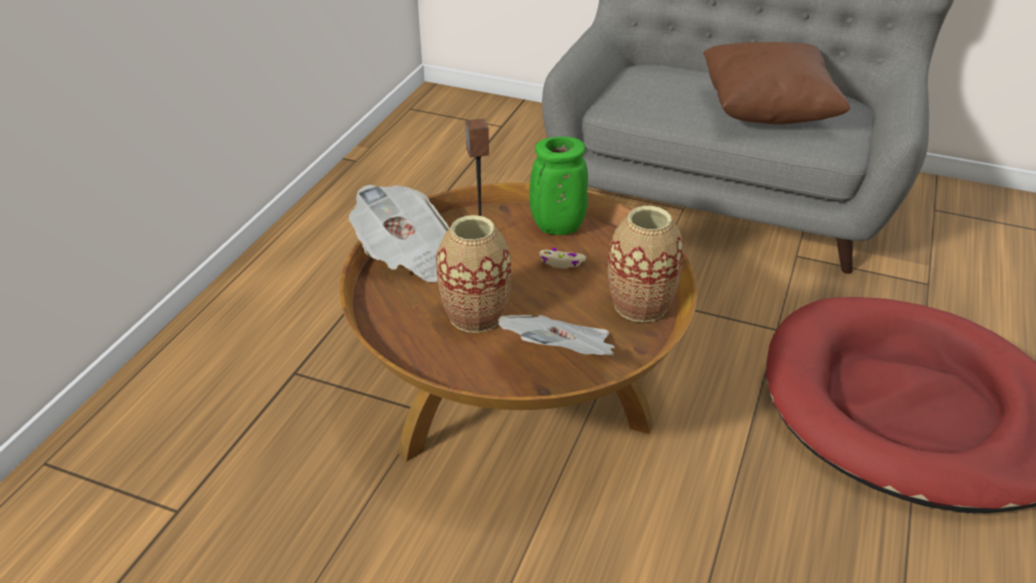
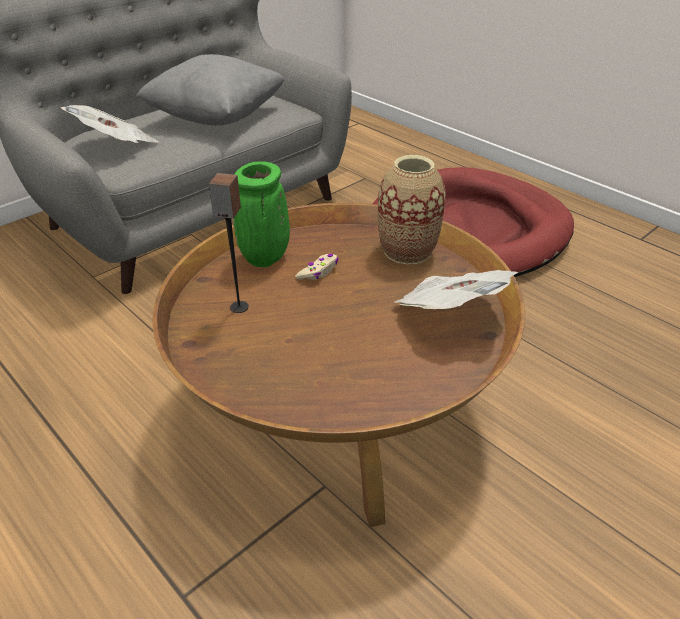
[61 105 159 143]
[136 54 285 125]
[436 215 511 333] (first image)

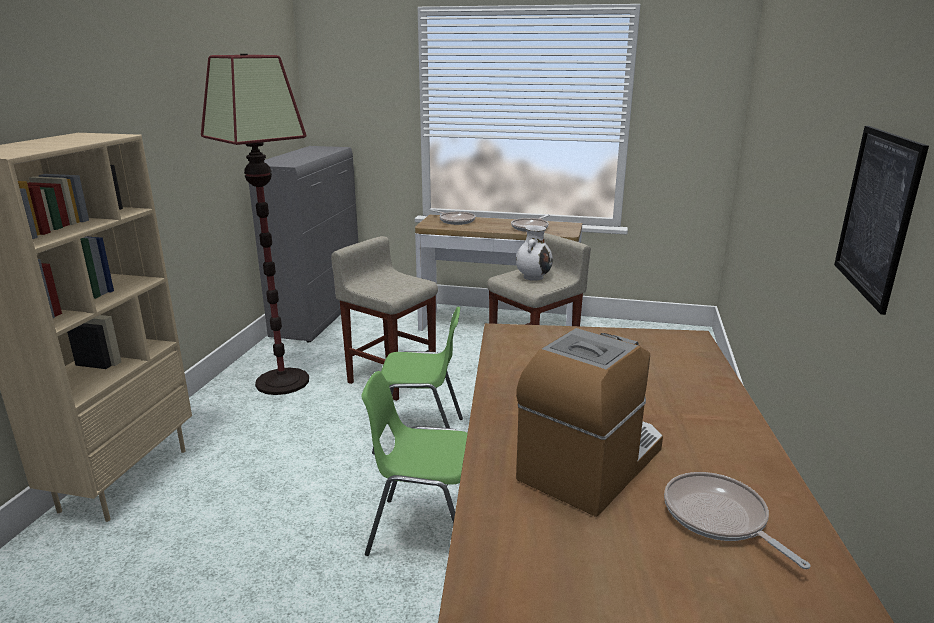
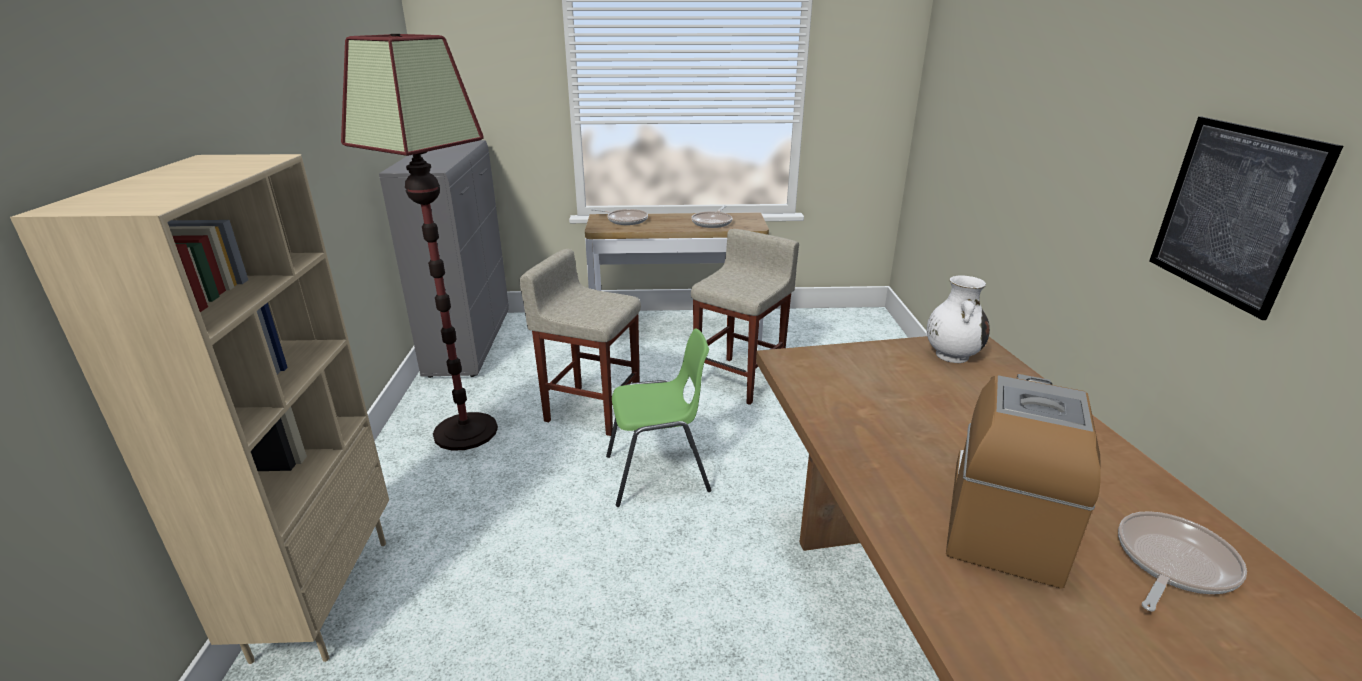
[927 275 990 363]
[1118 511 1247 611]
[361 371 468 556] (first image)

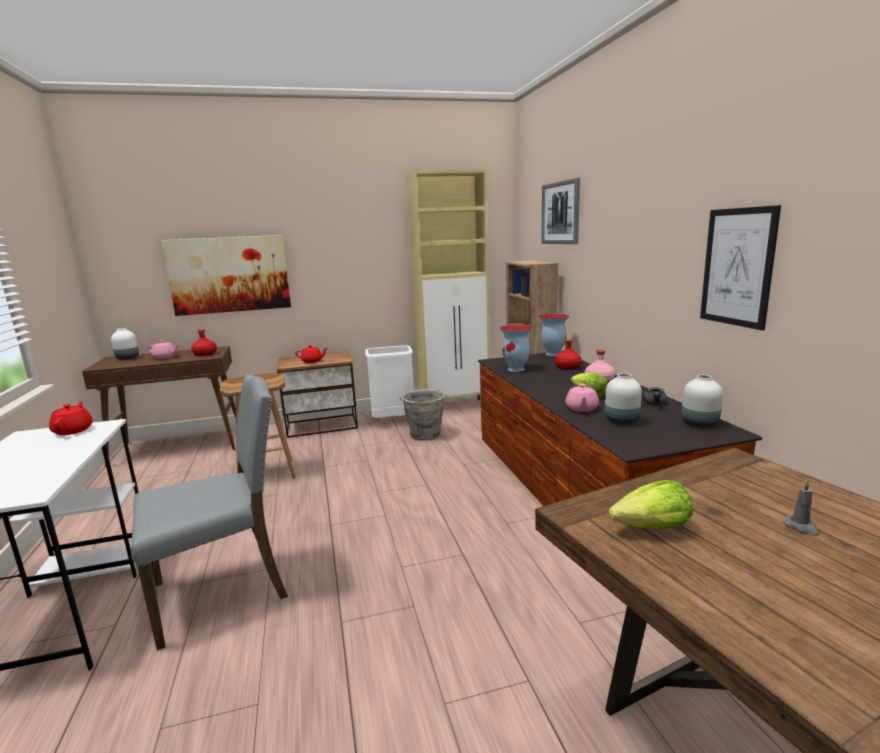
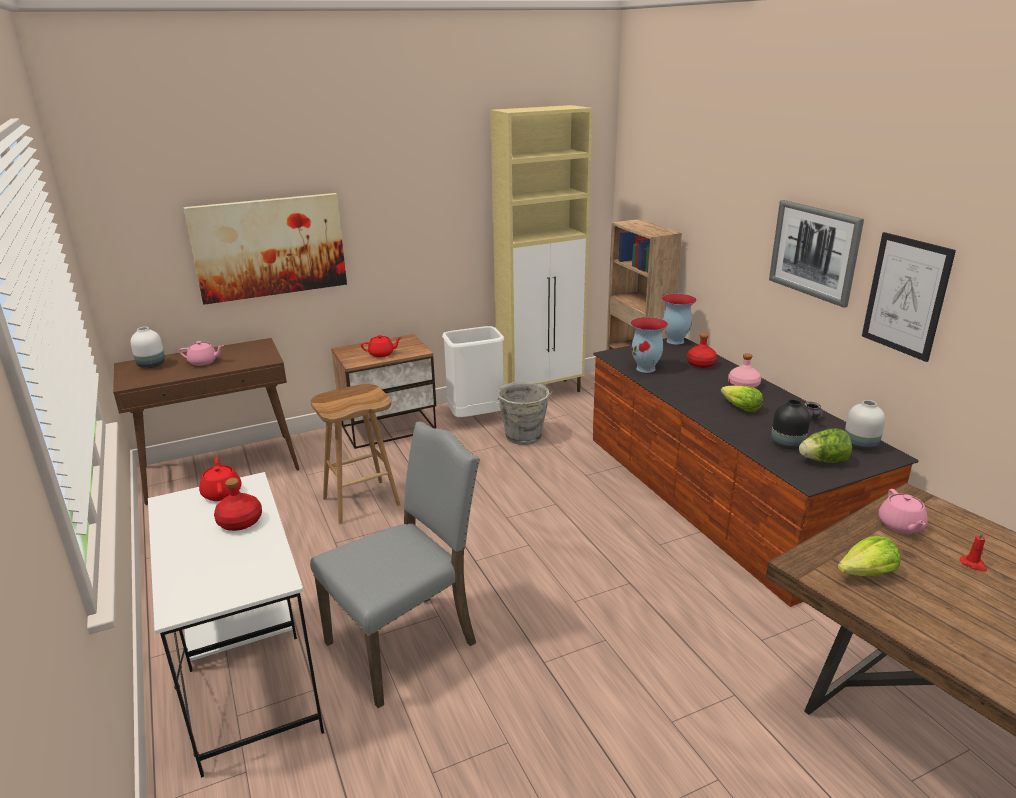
[214 478 262 531]
[769 200 864 308]
[771 399 810 450]
[799 428 852 463]
[879 489 928 534]
[960 531 987 572]

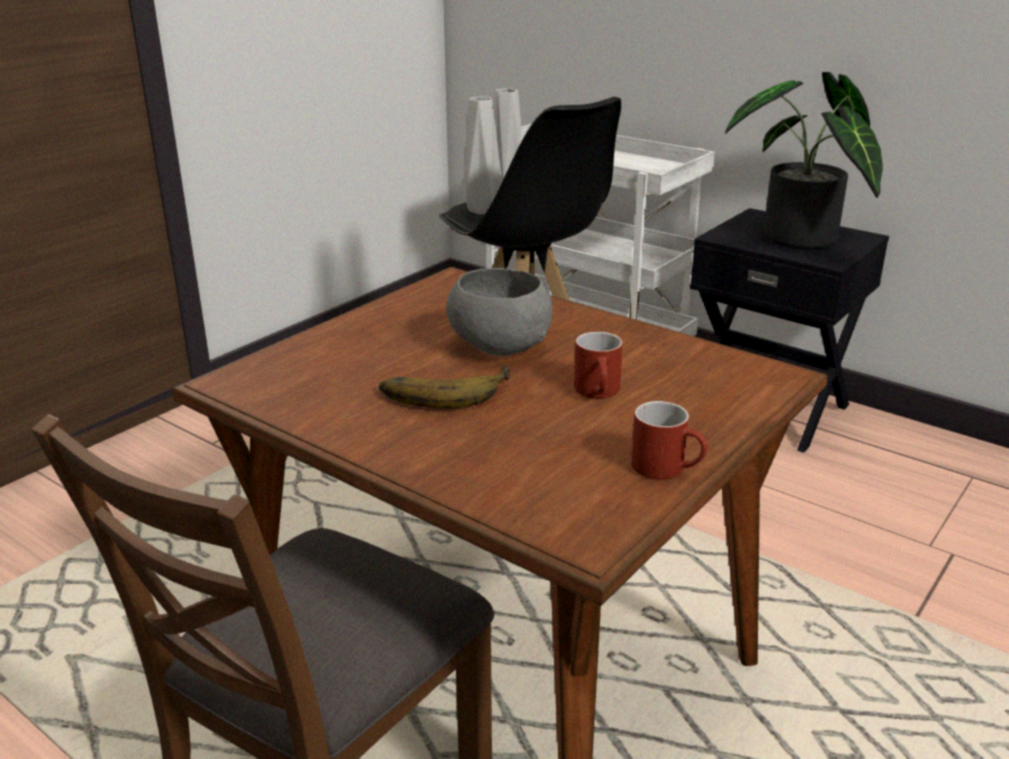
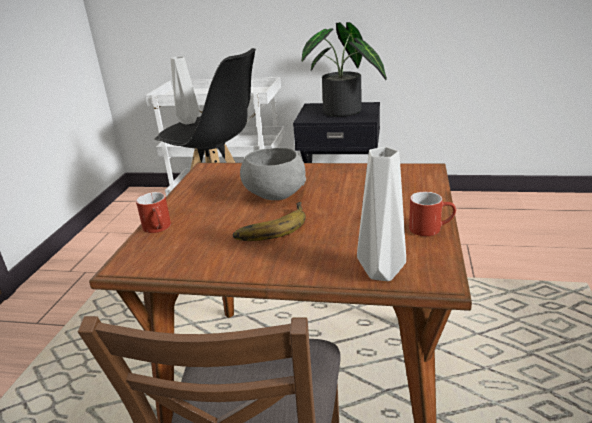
[136 192 171 233]
[357 147 406 281]

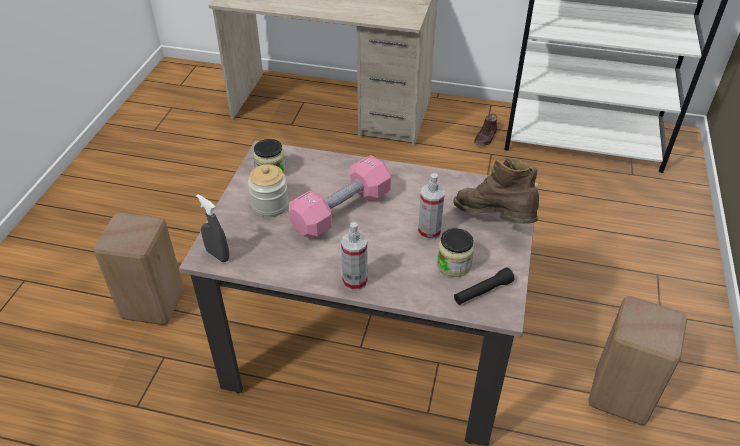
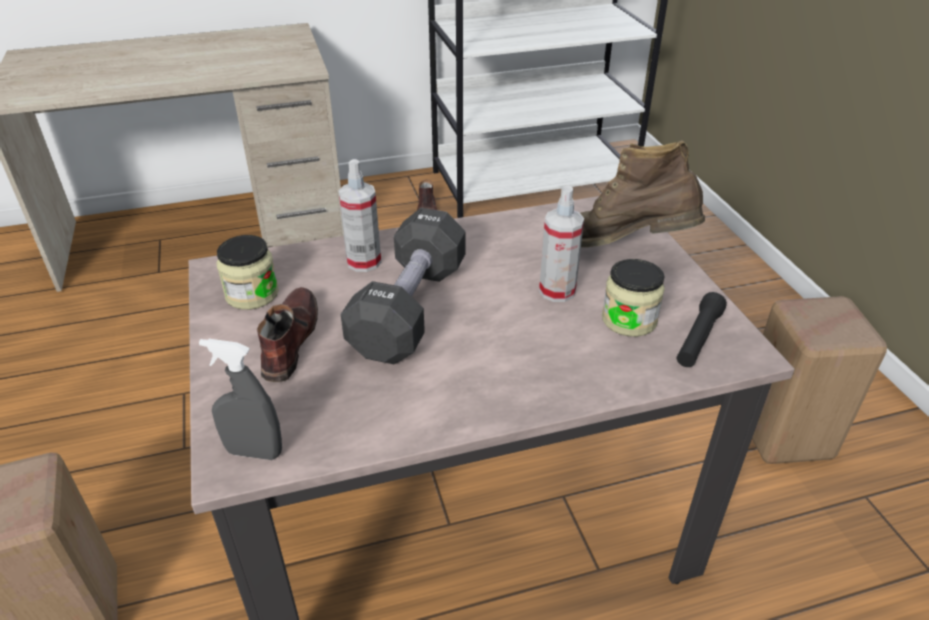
[257 287 318 382]
[338 159 381 272]
[341 208 466 364]

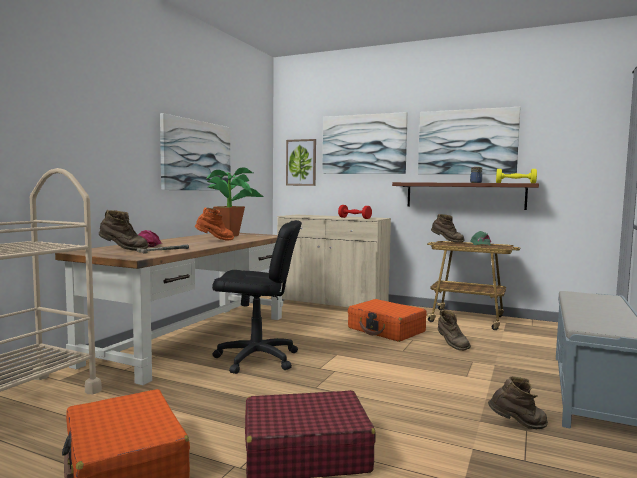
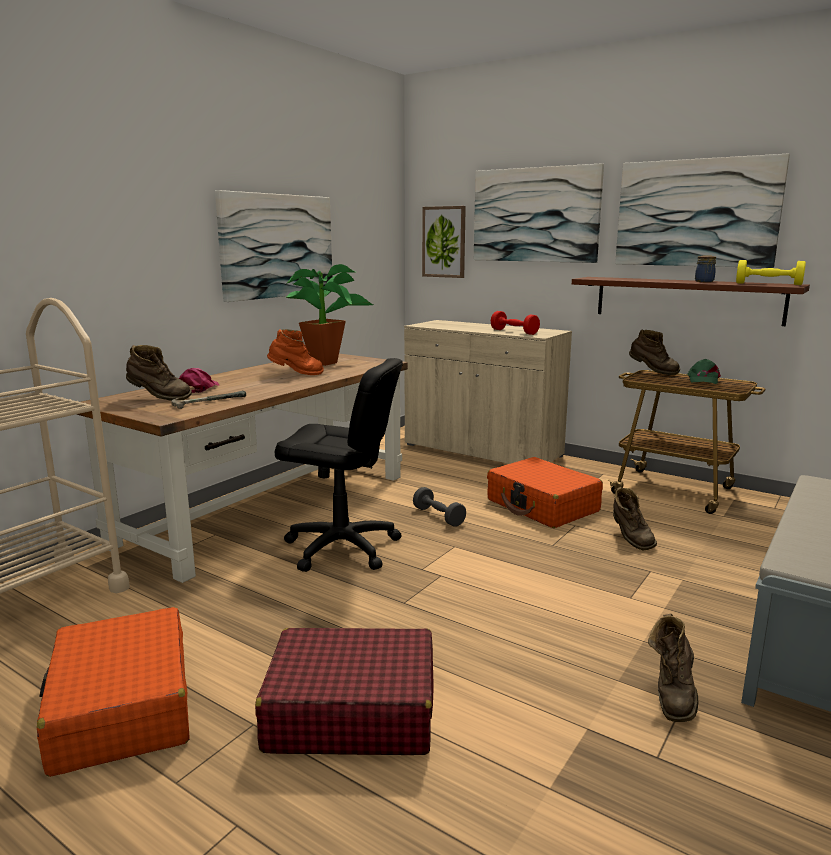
[413 487 466 527]
[648 614 698 722]

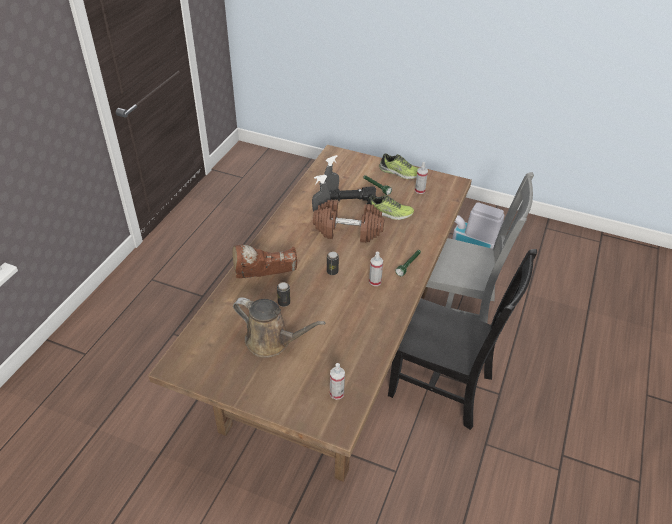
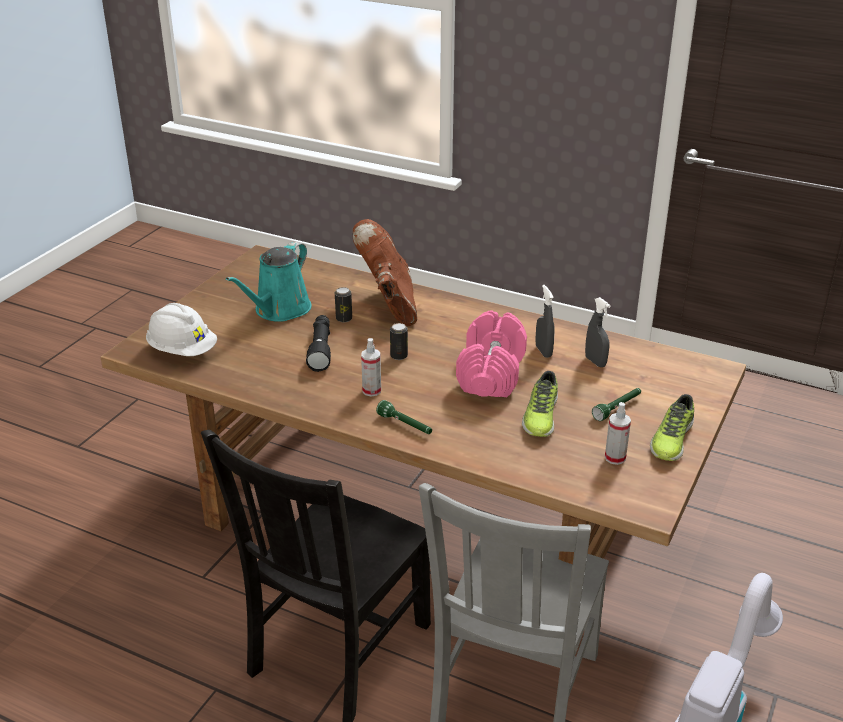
[146 303 217 356]
[226 242 312 322]
[306 315 331 372]
[456 311 527 397]

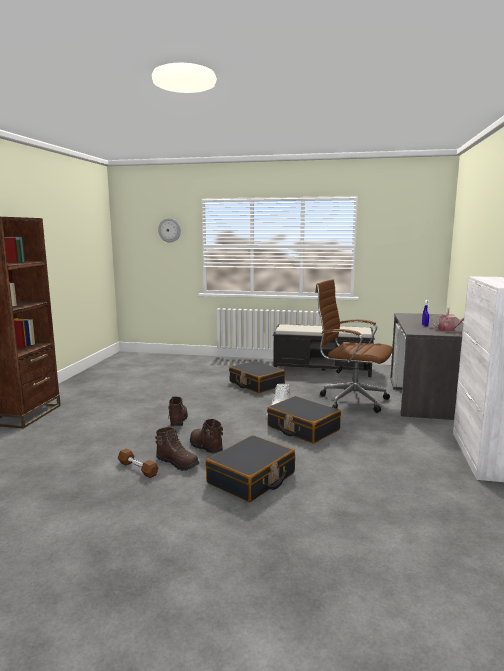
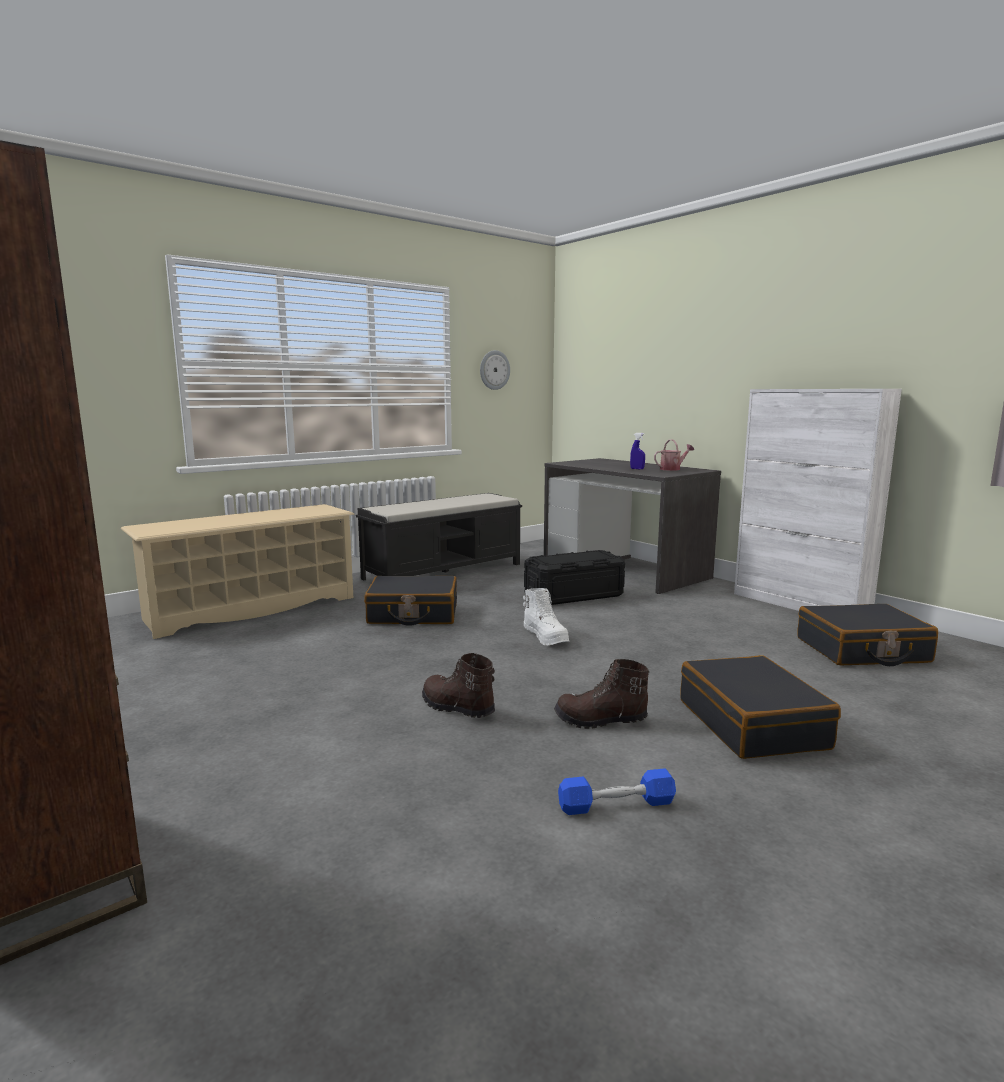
[121 504 355 639]
[480 350 510 390]
[524 550 625 605]
[558 768 676 815]
[797 604 938 666]
[155 427 199 471] (first image)

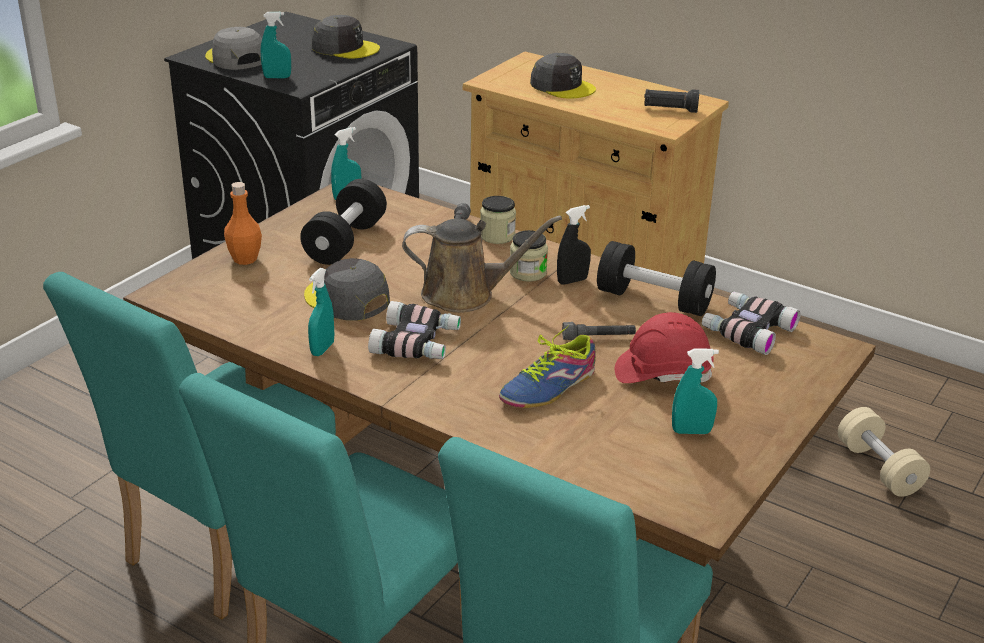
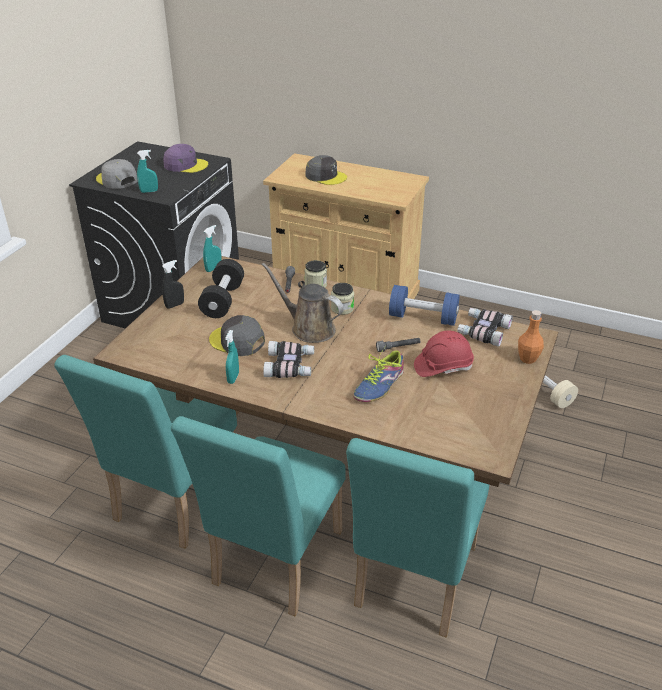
[162 260 184 309]
[163 144 208 173]
[261 263 344 343]
[389 285 459 326]
[518 310 544 364]
[644 89 699 113] (first image)
[672 349 719 434] (first image)

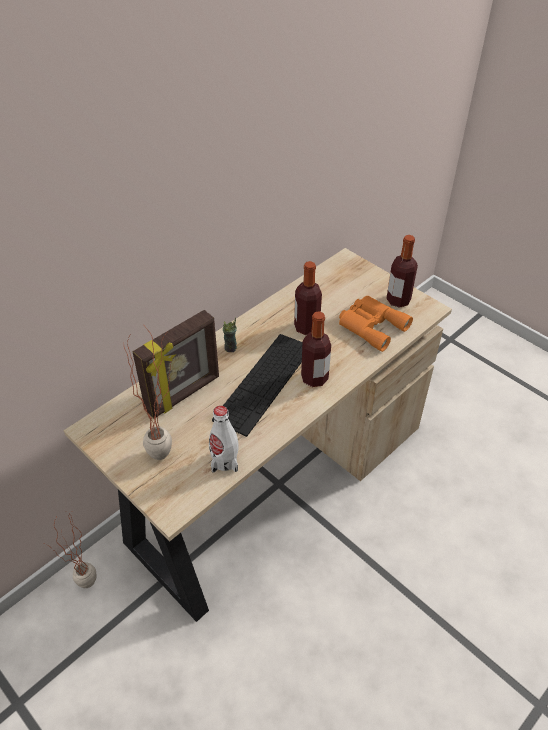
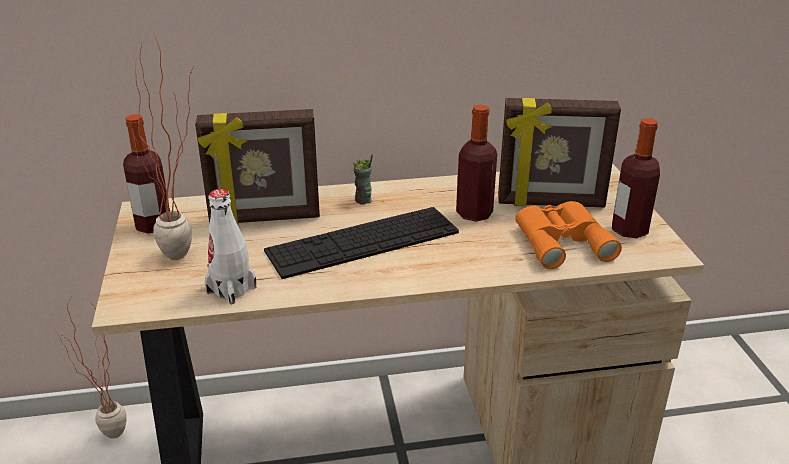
[123 114 170 234]
[498 98 621 207]

